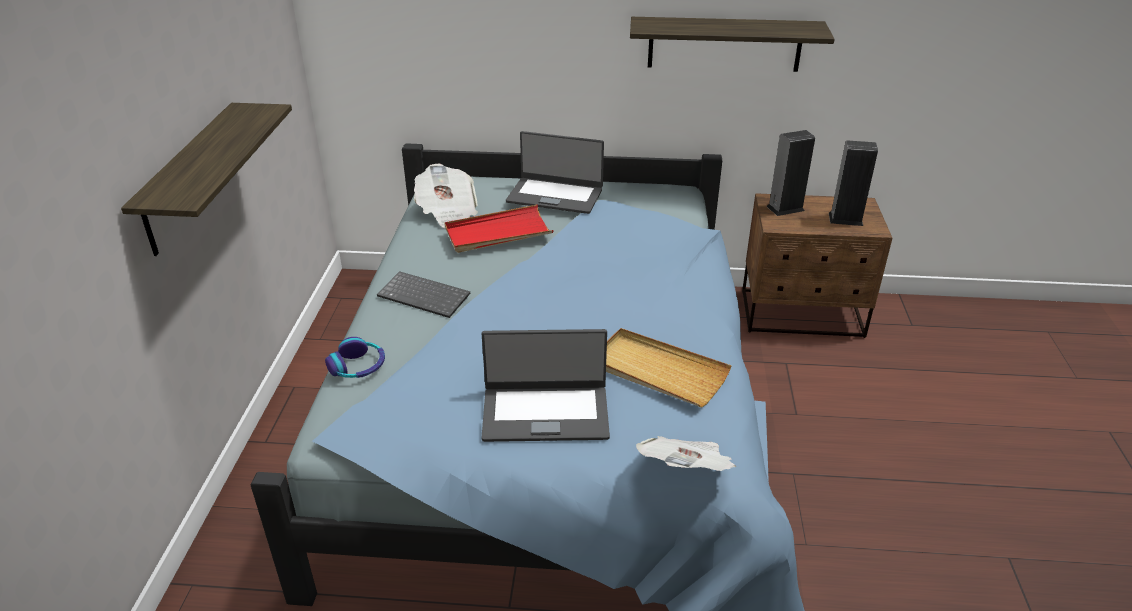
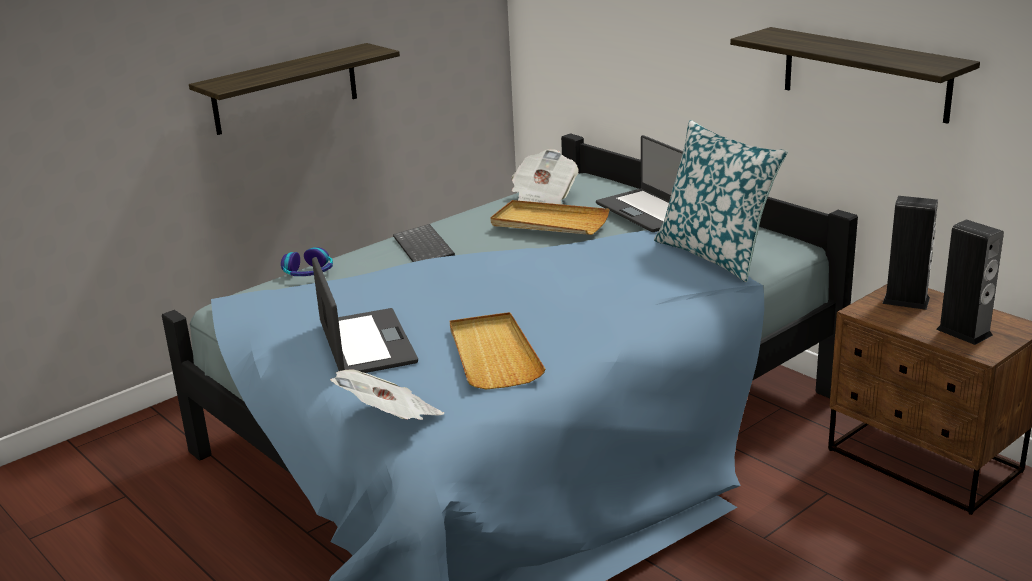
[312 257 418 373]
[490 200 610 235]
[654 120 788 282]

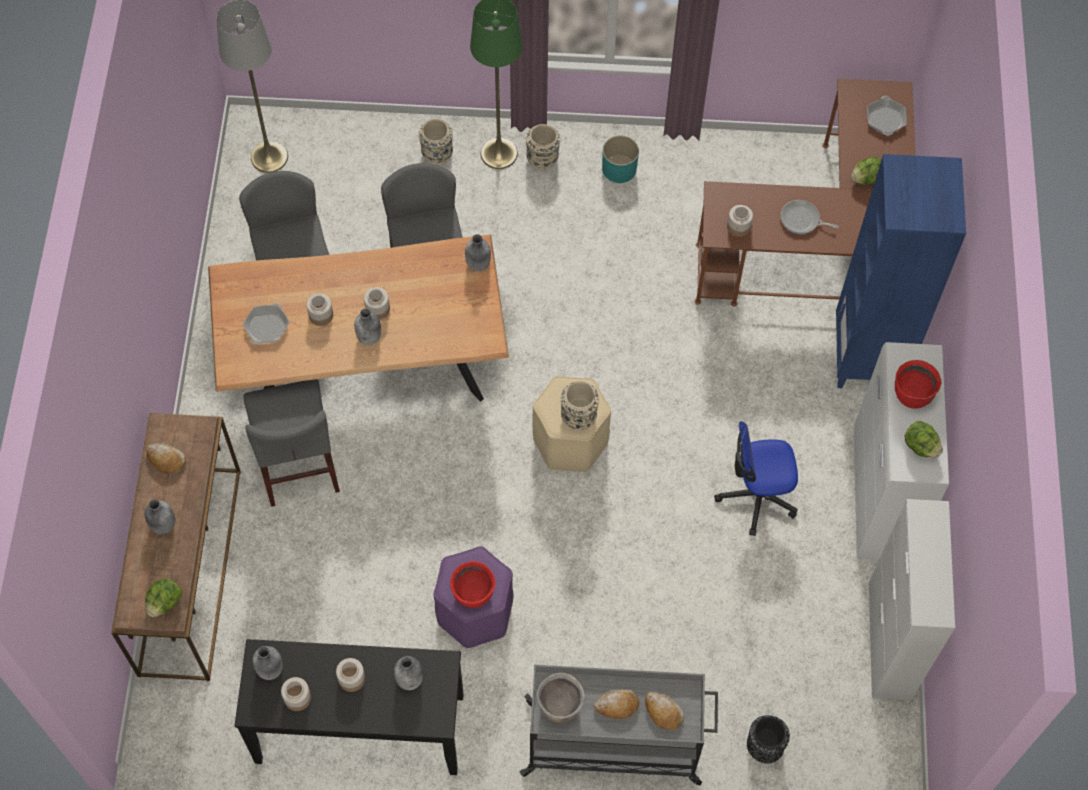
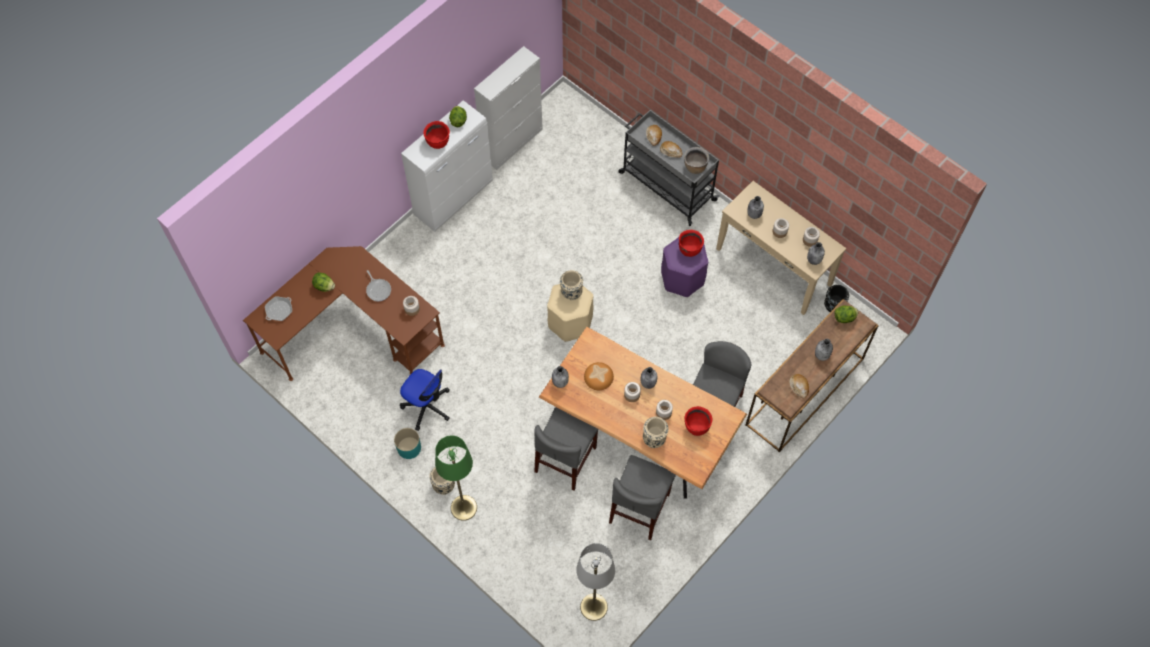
[400 369 450 431]
[584 362 614 390]
[643 417 669 448]
[685 406 713 436]
[716 181 846 315]
[824 285 849 312]
[836 154 966 388] (first image)

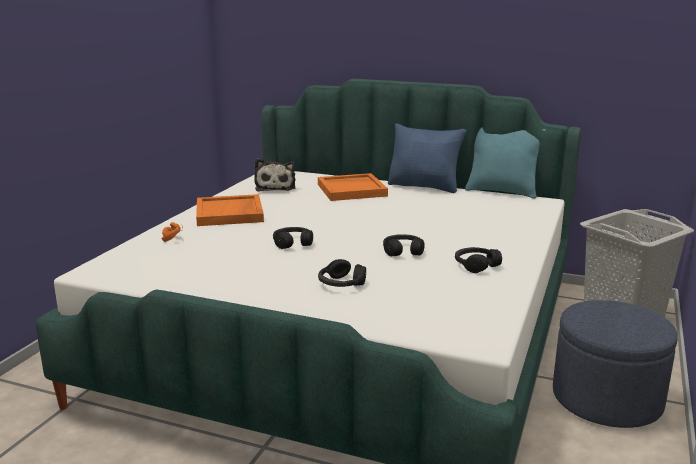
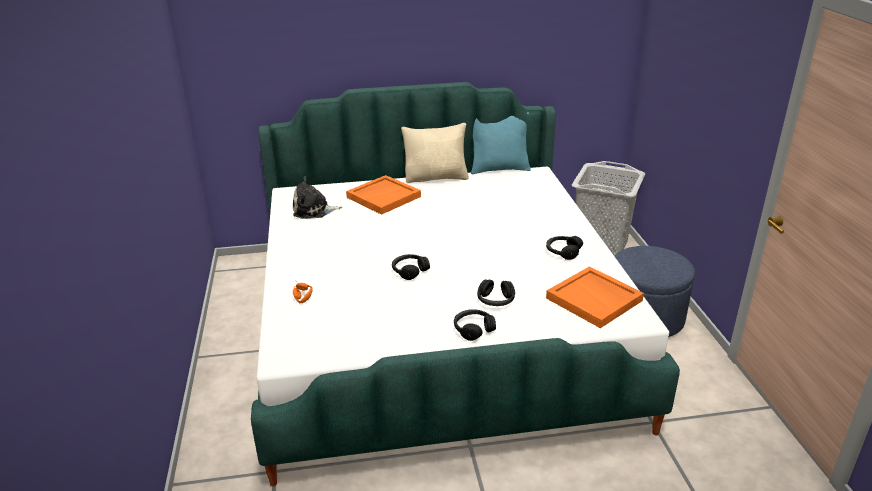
[293 177 342 219]
[401 123 469 183]
[454 309 496 341]
[546 266 644 328]

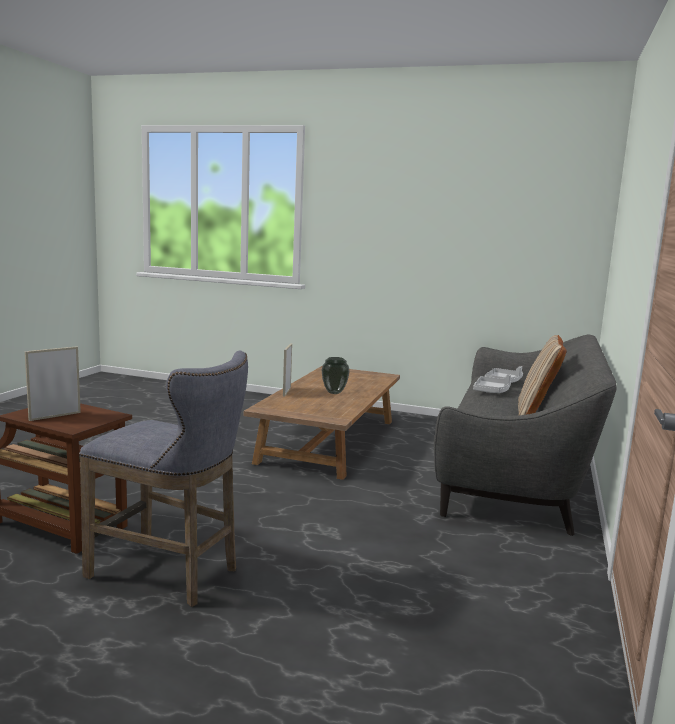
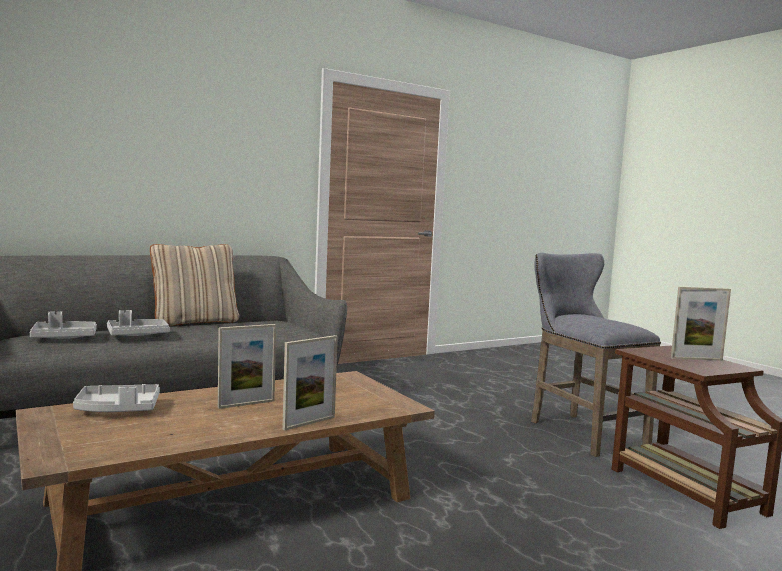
[73 384 160 412]
[218 324 276 409]

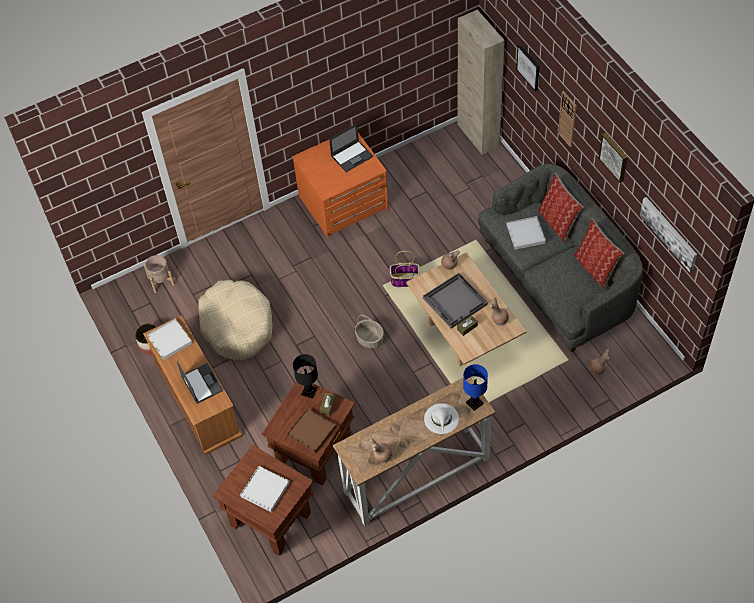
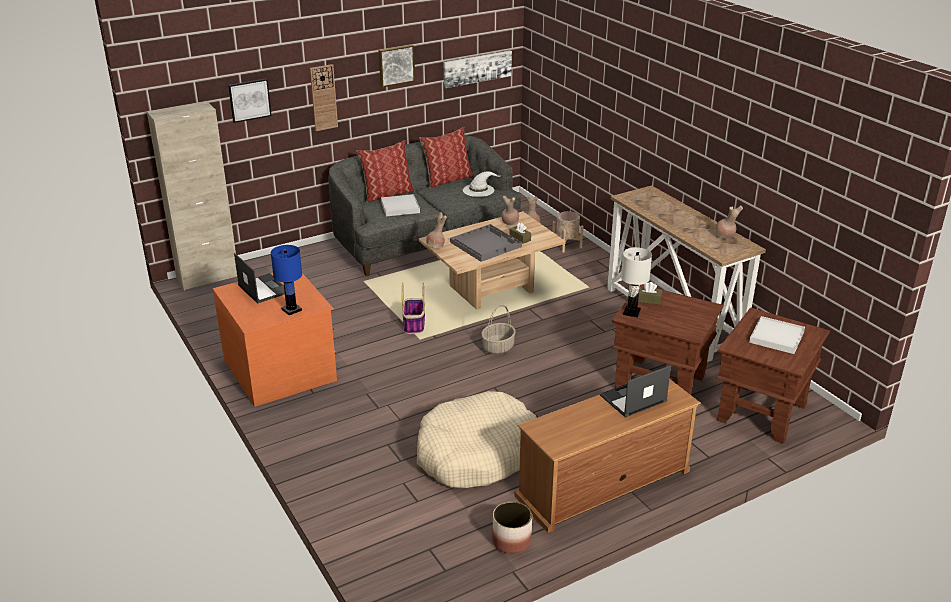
[271 245 302 315]
[463 172 500 197]
[552 211 583 252]
[621 247 652 317]
[147 318 192 360] (first image)
[287 408 336 453] (first image)

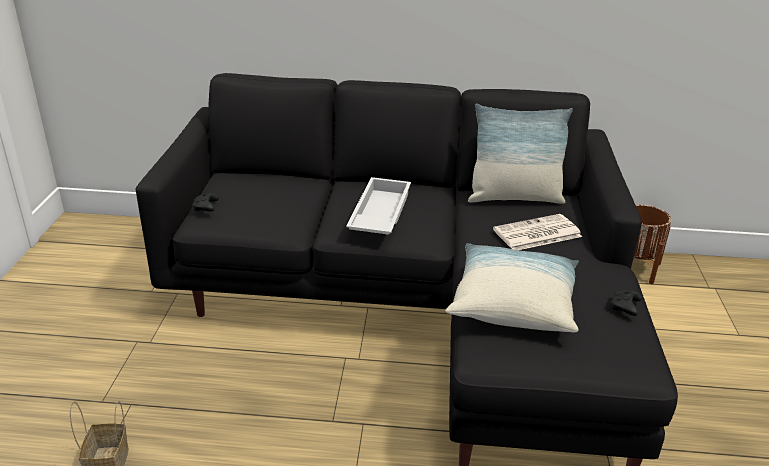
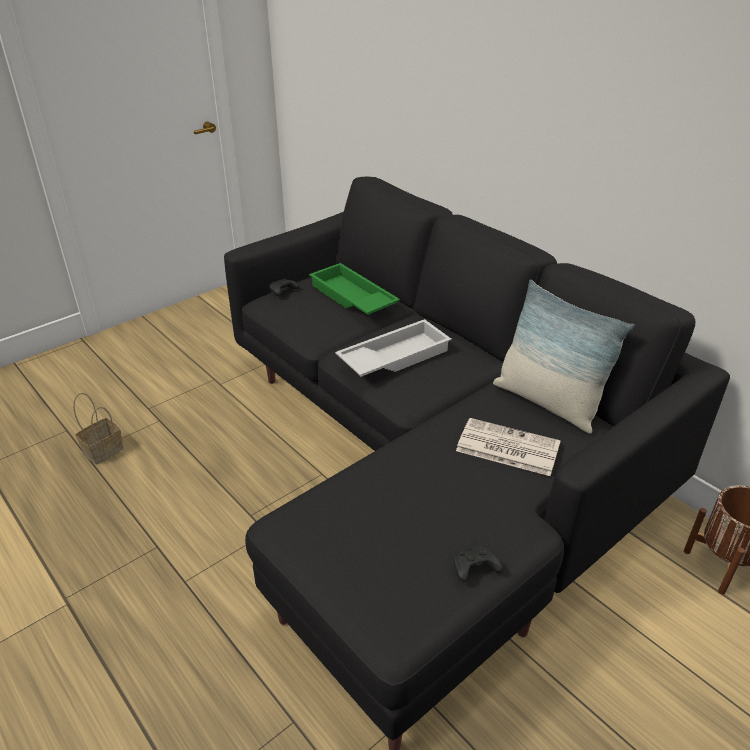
[309 263 400 315]
[446 243 579 332] (first image)

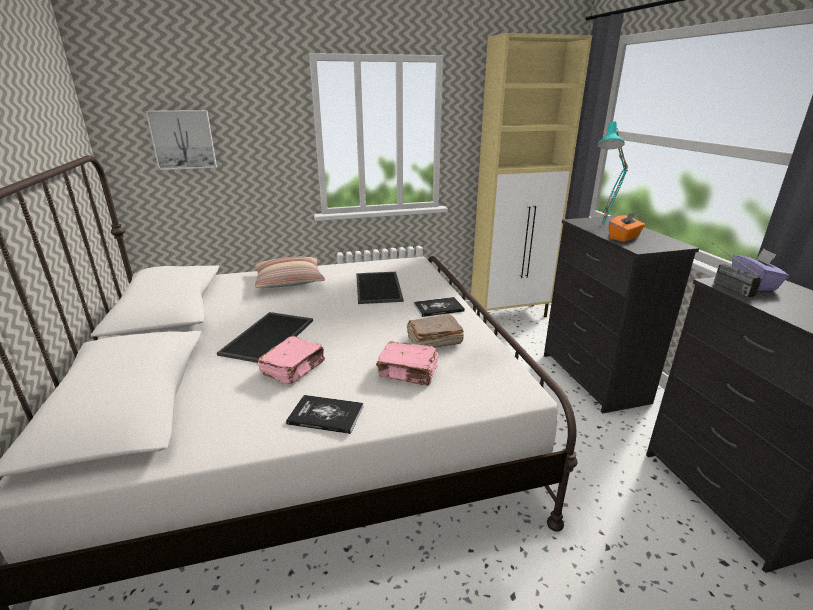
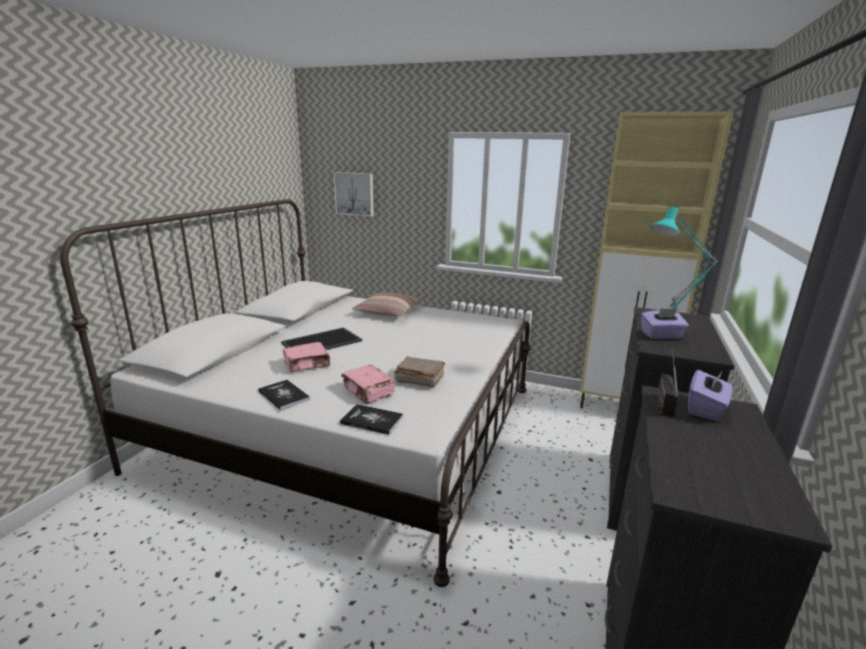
[340 404 403 435]
[641 308 689 339]
[356 272 404 304] (first image)

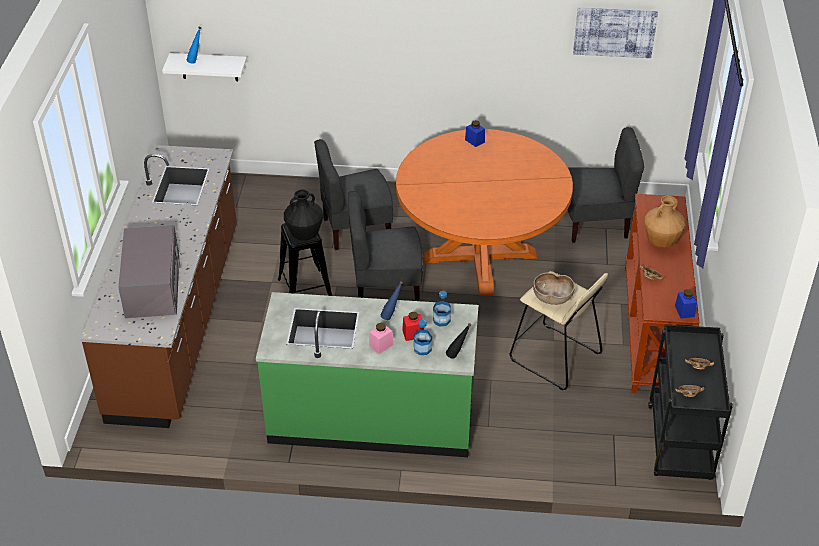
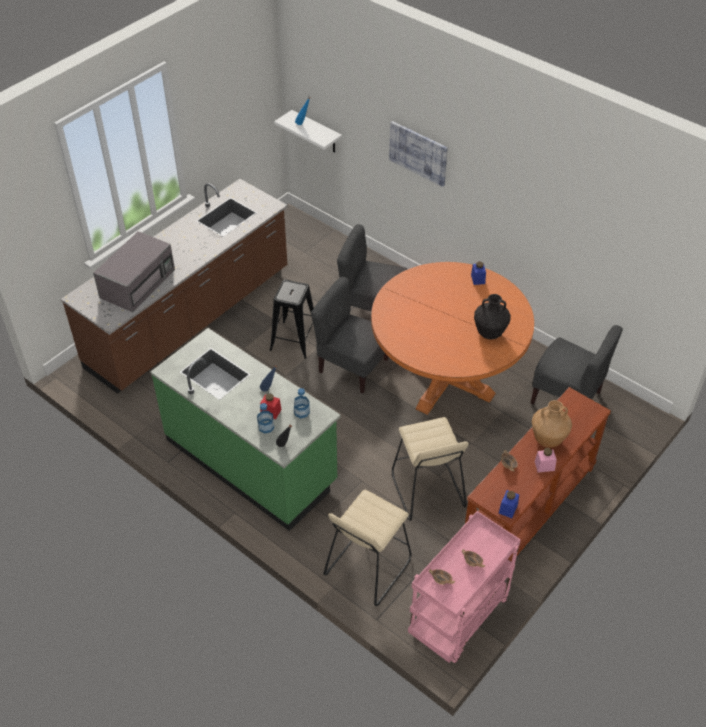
[324 489 412 606]
[389 121 448 187]
[408 511 521 663]
[474 294 511 339]
[535 448 557 473]
[533 272 575 305] (first image)

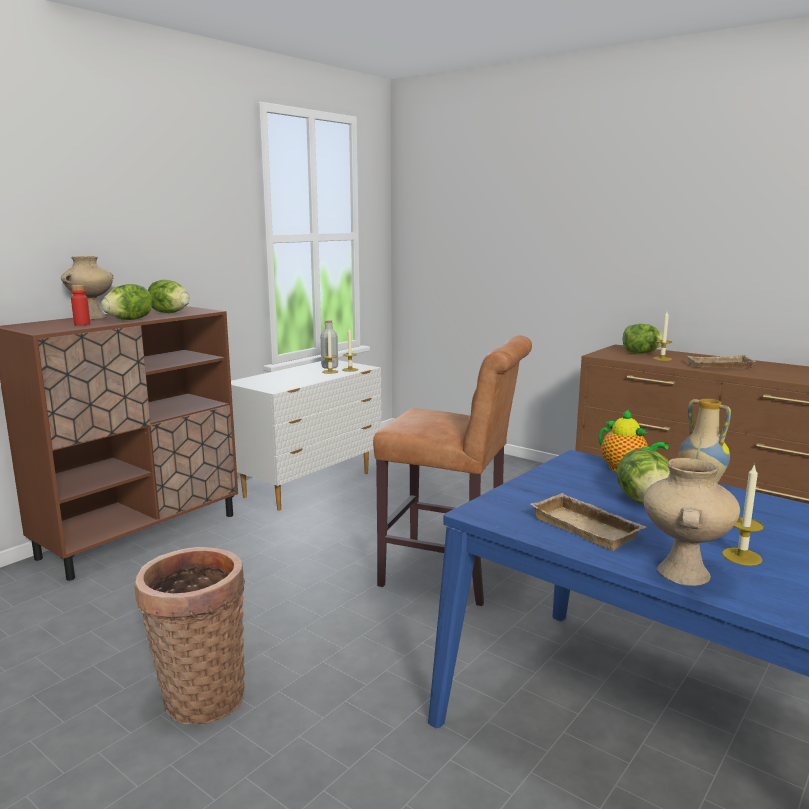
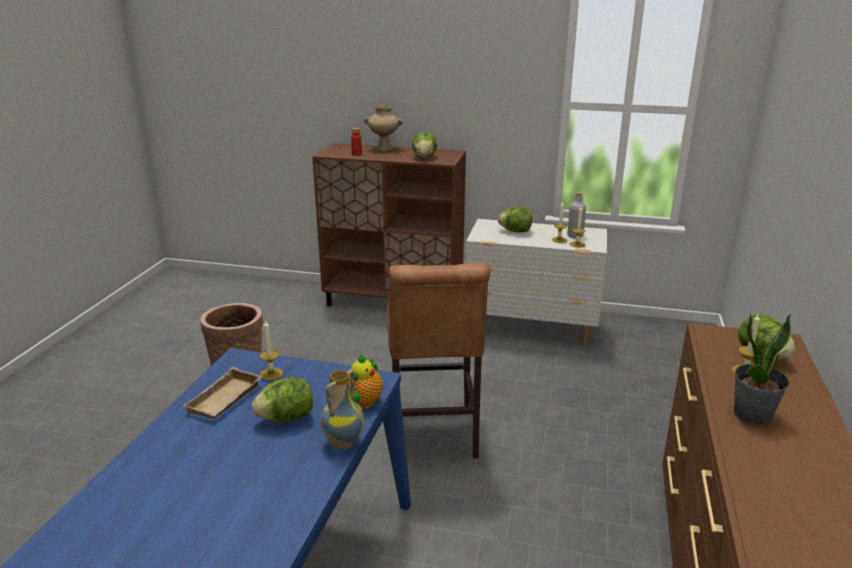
[260 321 283 380]
[498 207 532 233]
[734 313 791 425]
[643 458 740 586] (first image)

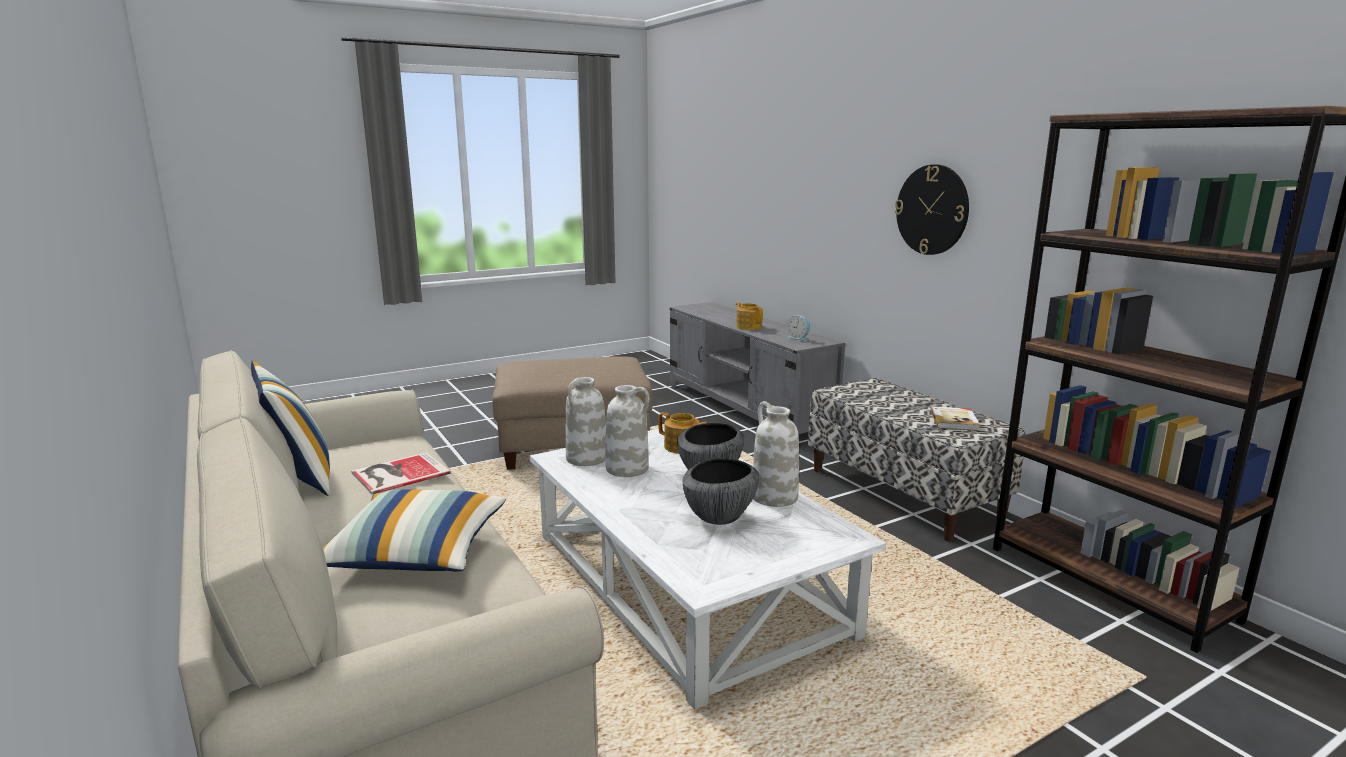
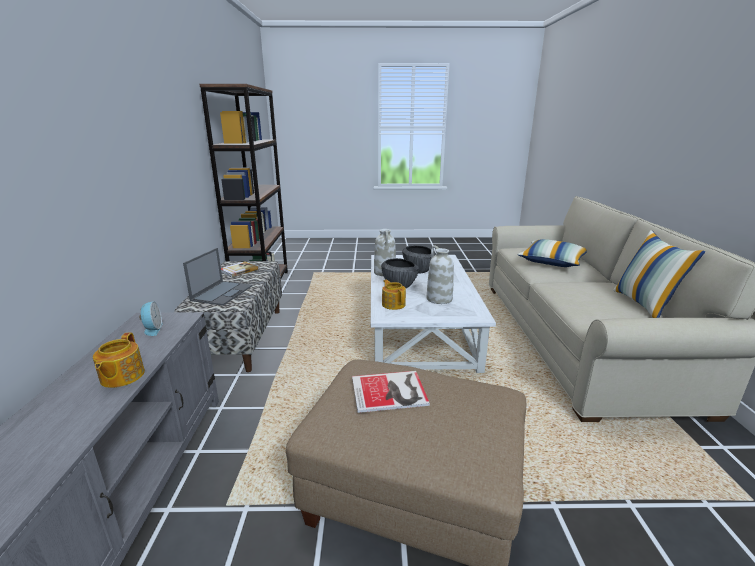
[183 248 252 306]
[352 371 430 413]
[565 377 606 466] (first image)
[895 164 969 255] (first image)

